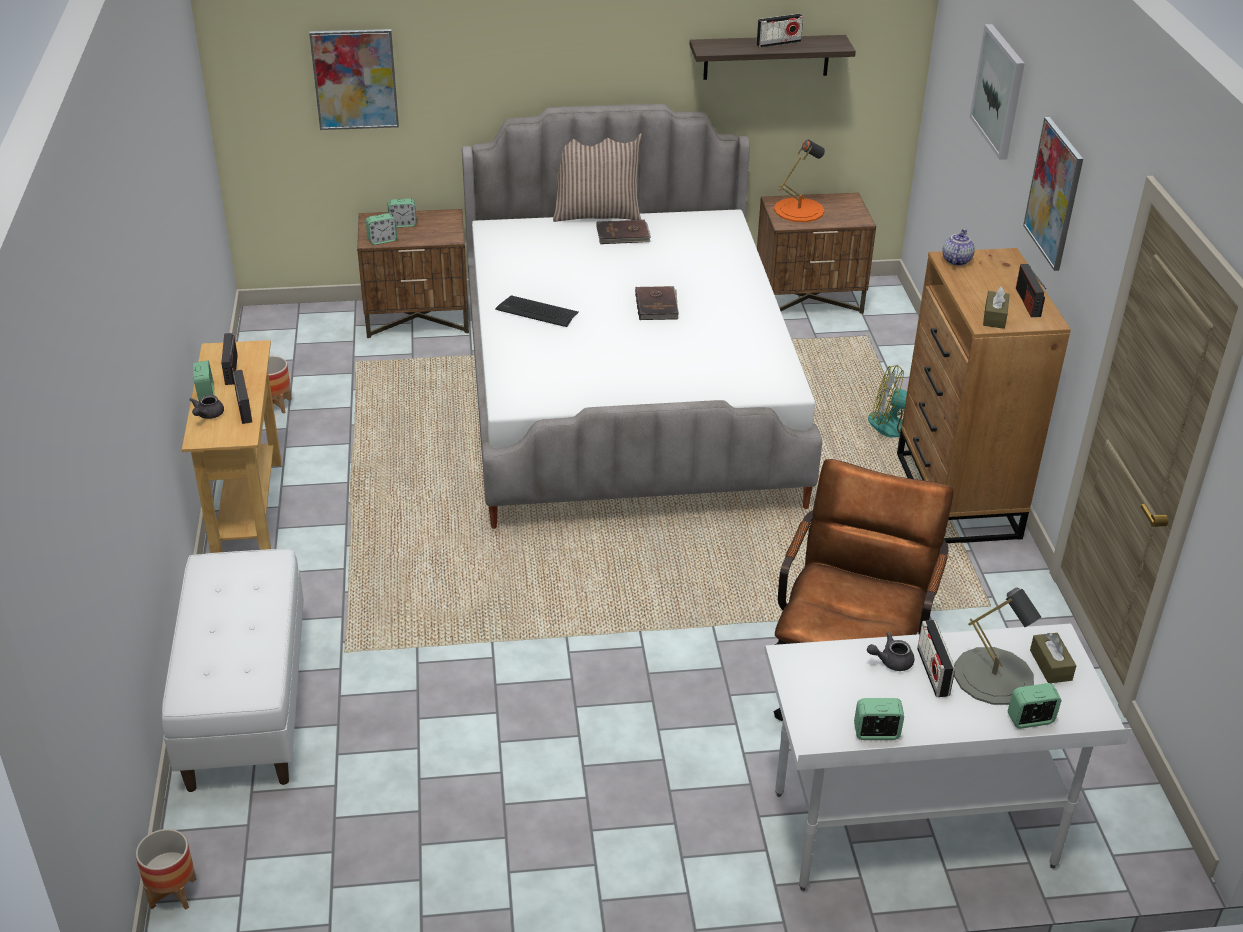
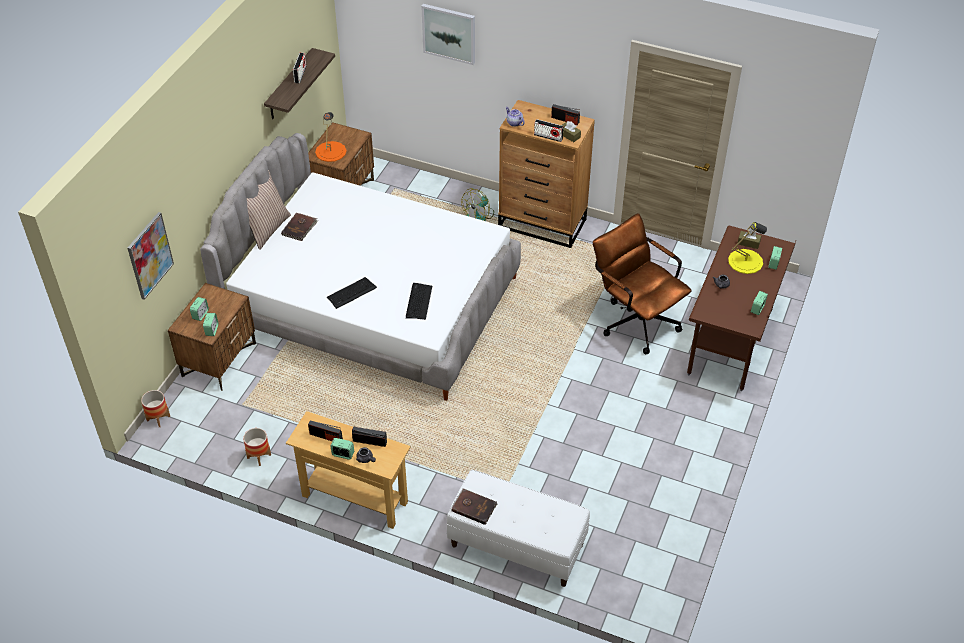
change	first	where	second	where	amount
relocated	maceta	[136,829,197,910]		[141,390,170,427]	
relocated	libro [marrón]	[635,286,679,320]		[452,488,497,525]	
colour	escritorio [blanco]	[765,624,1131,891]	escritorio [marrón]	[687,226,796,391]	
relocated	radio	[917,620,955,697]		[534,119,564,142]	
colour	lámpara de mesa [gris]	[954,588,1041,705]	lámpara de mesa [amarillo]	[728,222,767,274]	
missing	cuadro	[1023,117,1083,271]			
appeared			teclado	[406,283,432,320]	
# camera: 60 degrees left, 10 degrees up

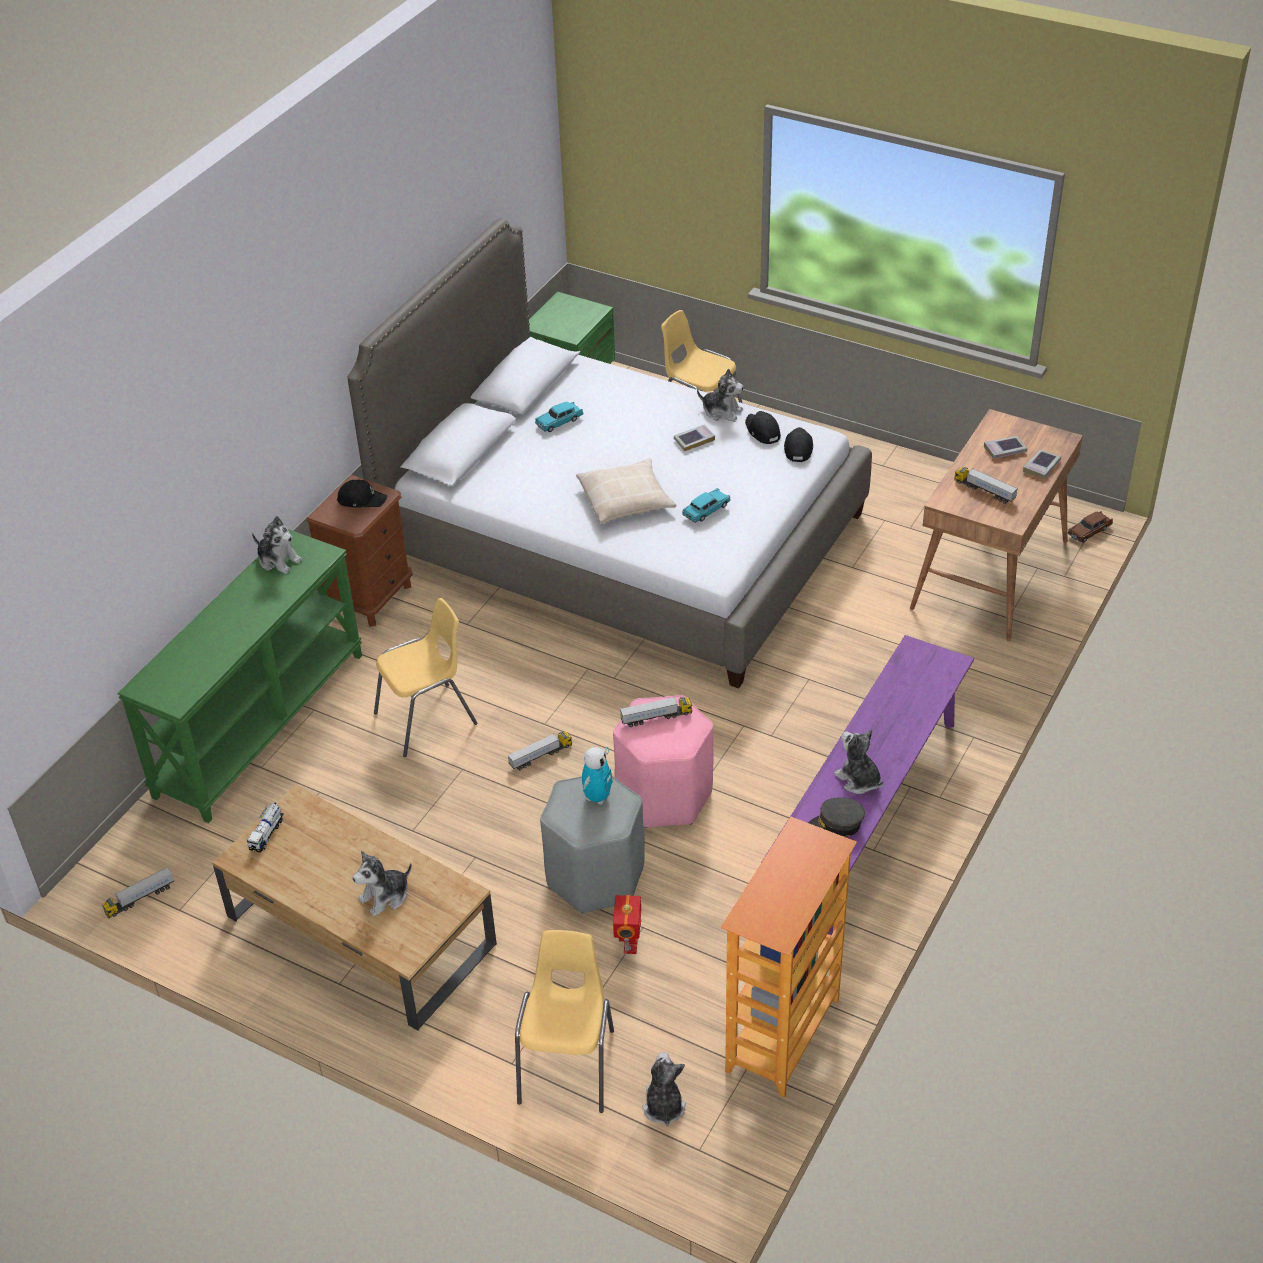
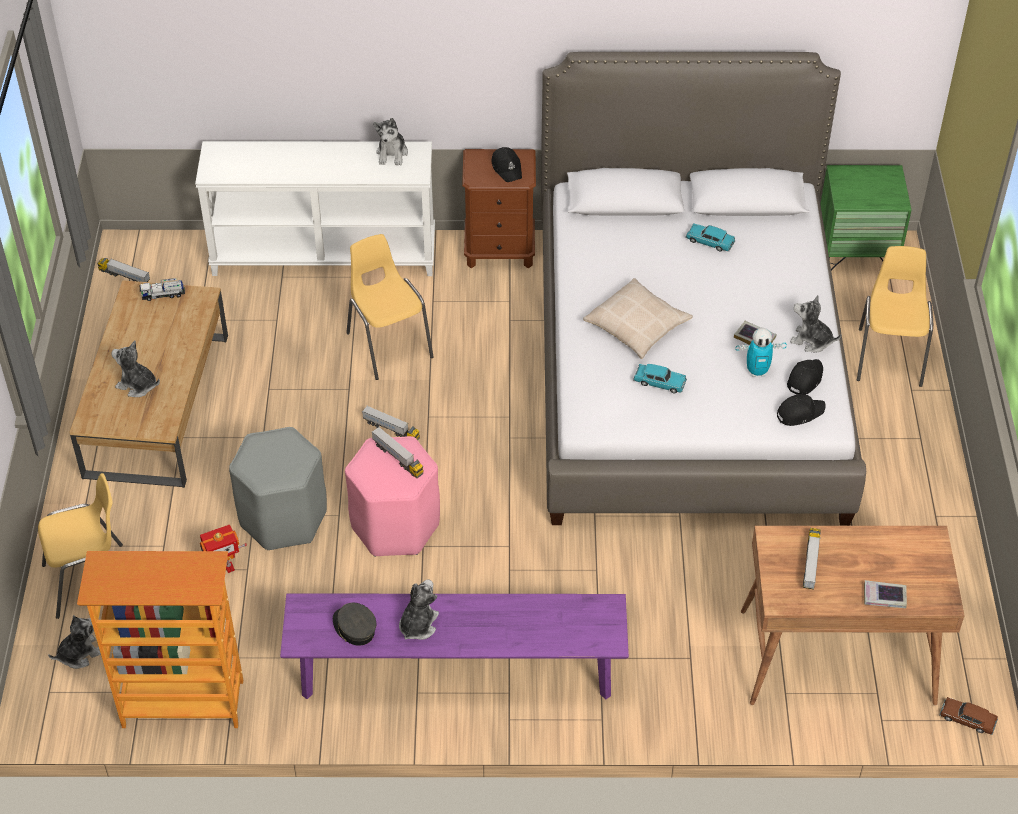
change	first	where	second	where	amount
colour	mesa consola [verde]	[117,529,362,823]	mesa consola [blanco]	[195,141,435,276]	
spun	silla [amarillo]	[374,598,477,757]		[346,234,434,380]	150 degrees counterclockwise
relocated	robot de juguete	[582,747,613,804]		[735,328,787,377]	
spun	peluche	[697,368,744,422]		[790,295,841,353]	120 degrees clockwise
missing	libro	[984,436,1027,459]			
# camera: 60 degrees right, 5 degrees up

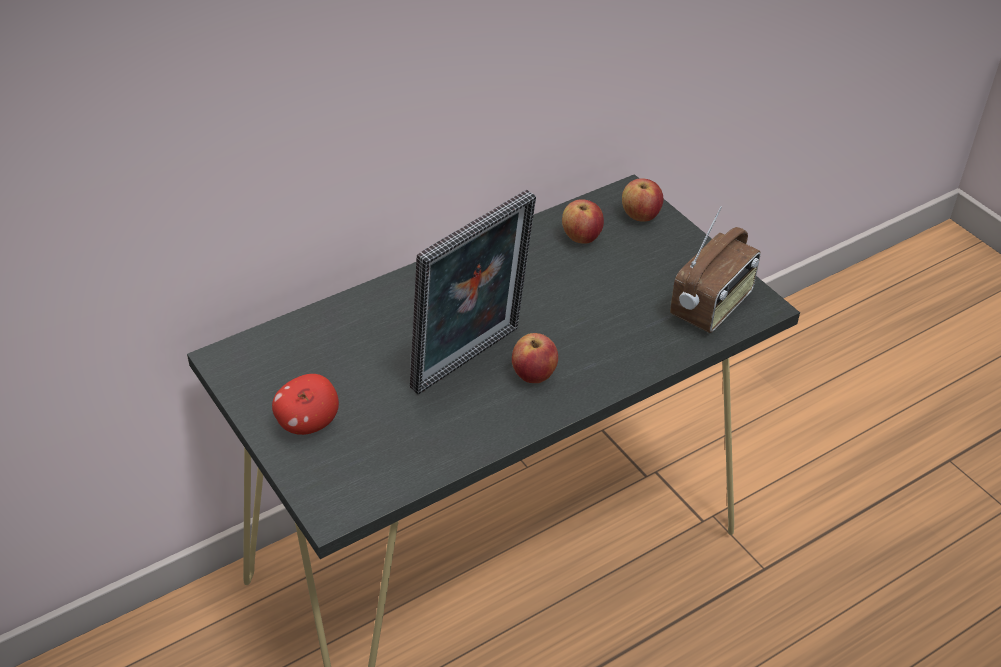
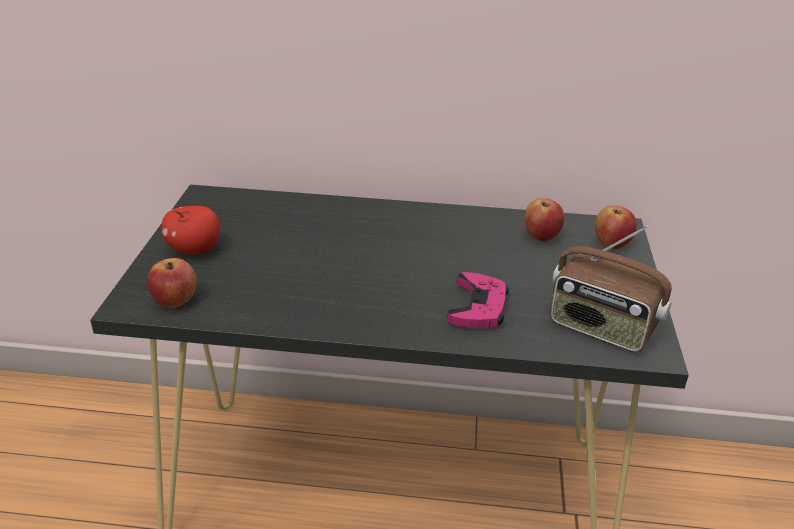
change	first	where	second	where	amount
missing	portarretratos	[410,190,536,395]			
relocated	manzana	[512,333,558,383]		[147,258,197,308]	
spun	radio	[670,206,760,333]		[550,226,672,352]	45 degrees clockwise
appeared			mando de consola [rosa]	[447,272,509,328]	
# camera: 40 degrees right, 10 degrees down

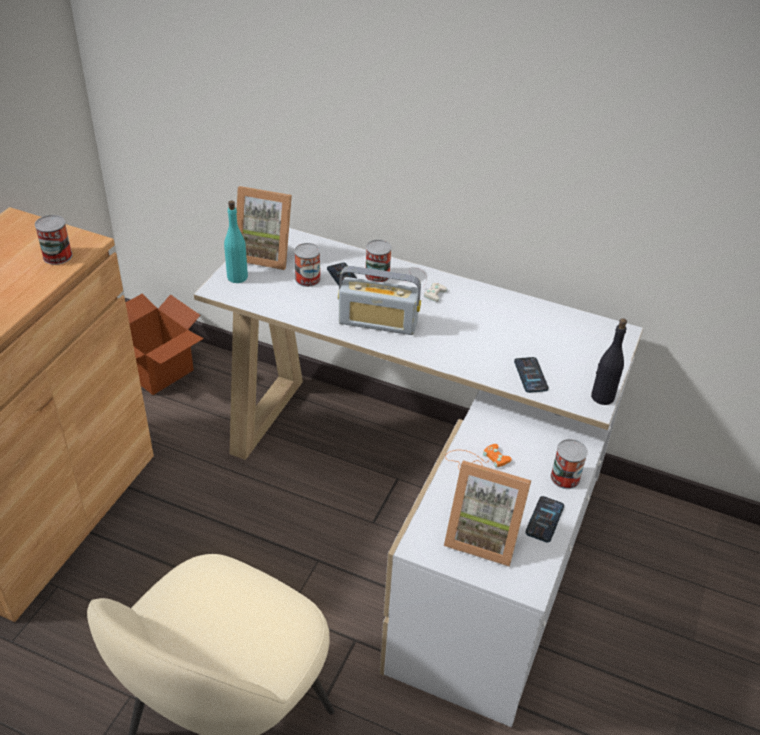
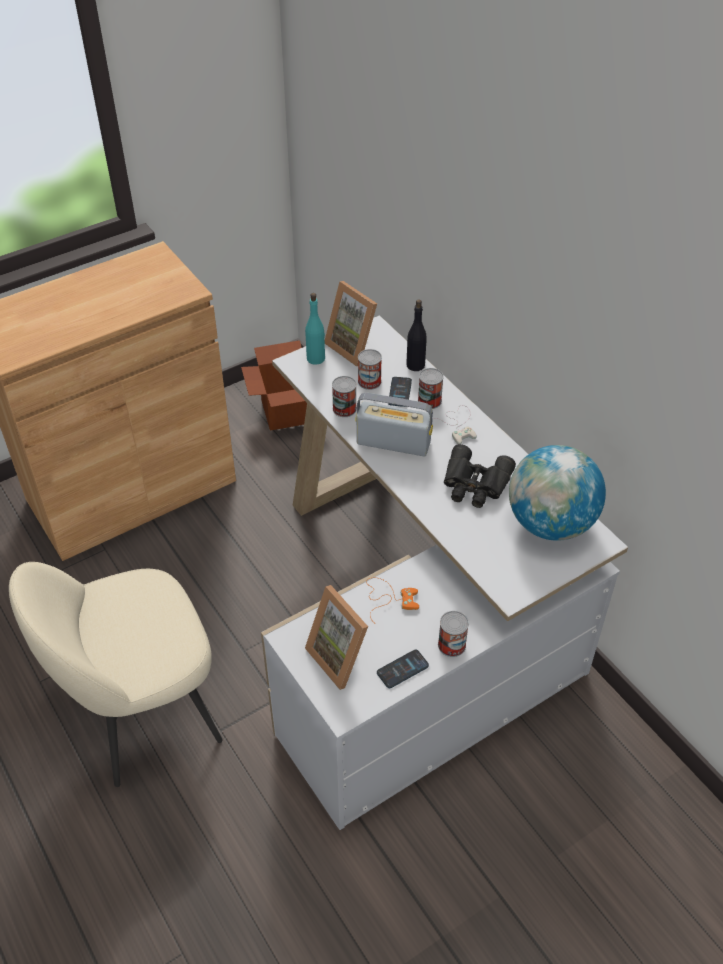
change	first	where	second	where	amount
relocated	lata	[35,215,73,265]		[332,376,357,417]	
spun	radio	[338,266,421,335]		[355,393,433,456]	150 degrees clockwise
missing	móvil	[514,357,548,393]			
relocated	botella [negro]	[591,318,627,405]		[406,299,427,371]	
appeared			prismáticos [negro]	[444,444,516,508]	
appeared			globo terráqueo	[509,445,606,541]	
# camera: 35 degrees right, 5 degrees up

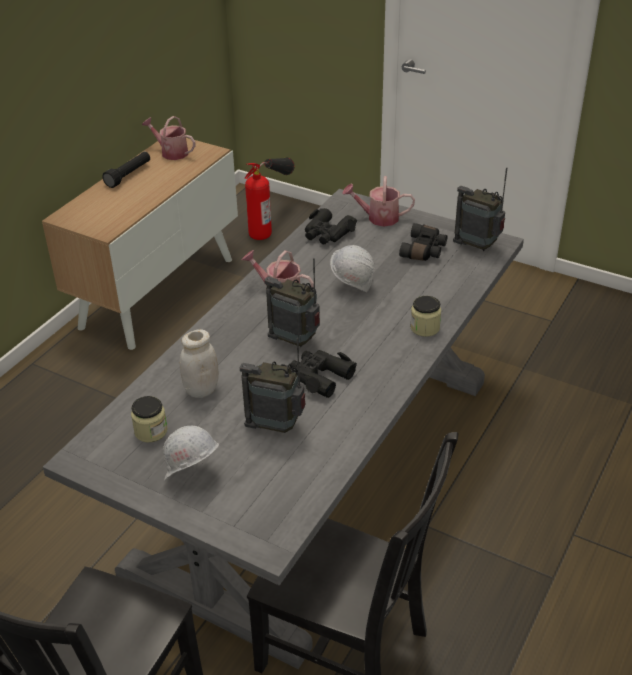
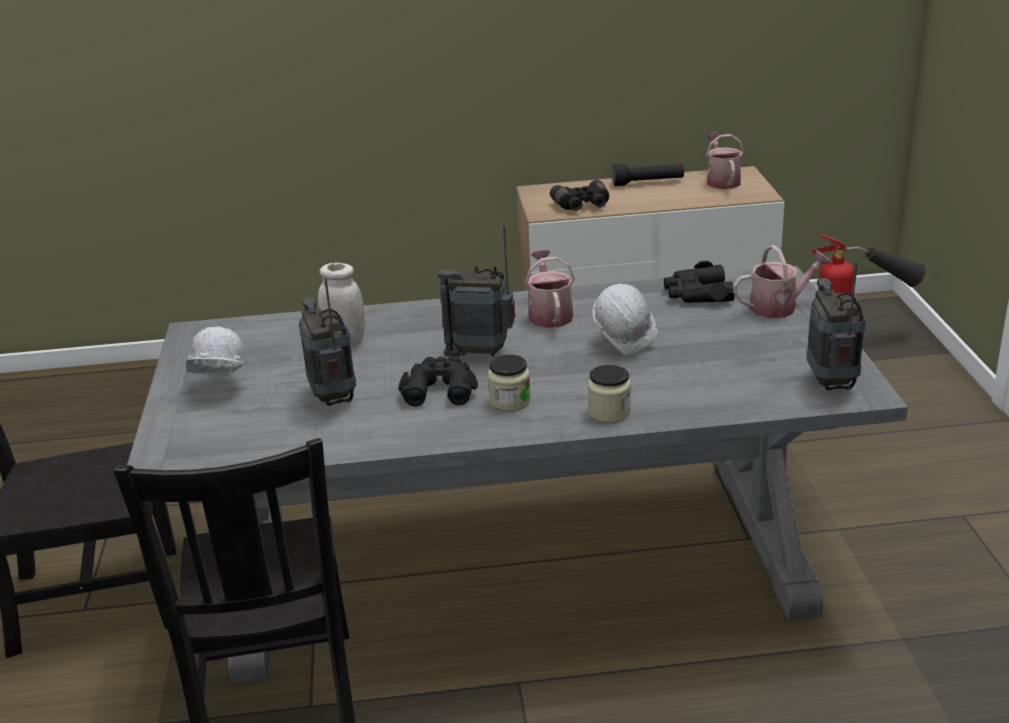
change	first	where	second	where	amount
relocated	tarro	[131,396,168,442]		[488,354,531,412]	
spun	radio	[264,258,320,347]		[438,226,515,357]	75 degrees counterclockwise
spun	regadera	[342,176,415,227]		[733,245,832,318]	105 degrees clockwise
relocated	prismáticos [negro]	[399,223,447,261]		[550,180,609,211]	
# camera: 55 degrees right, 10 degrees down

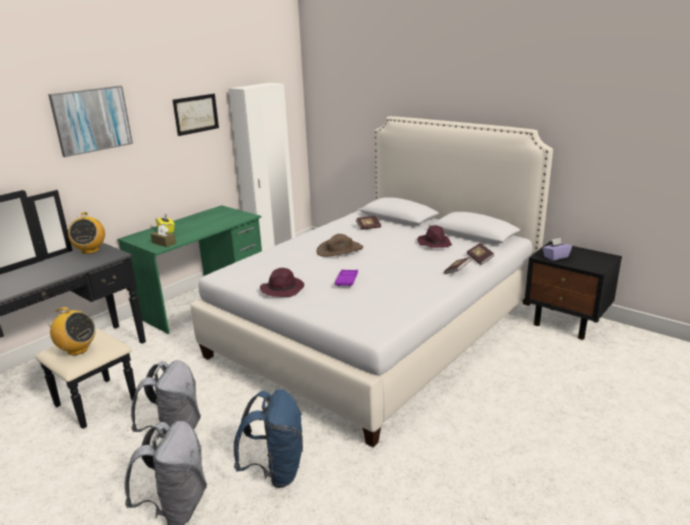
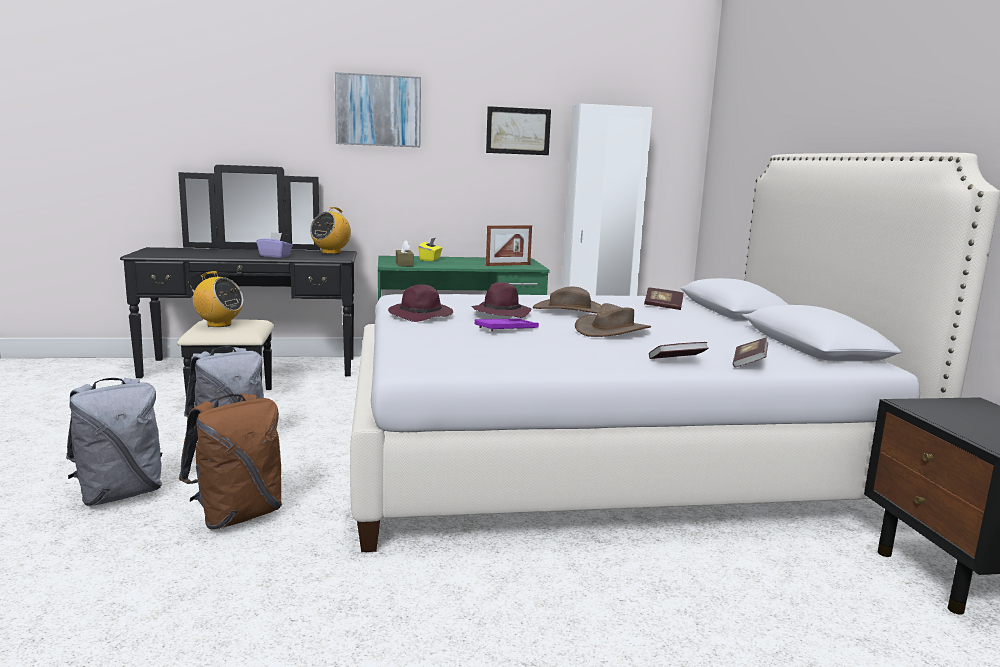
change	first	where	second	where	amount
spun	radio	[46,307,96,355]		[187,271,243,327]	45 degrees counterclockwise
colour	mochila [azul]	[234,389,303,488]	mochila [marrón]	[179,393,282,529]	
relocated	sombrero [morado]	[417,225,452,248]		[472,282,531,318]	
relocated	caja de pañuelos [morado]	[542,238,572,261]		[256,232,293,258]	
appeared			portarretratos	[486,225,532,266]	
appeared			sombrero [marrón]	[575,303,651,337]	
# camera: 40 degrees right, 10 degrees down

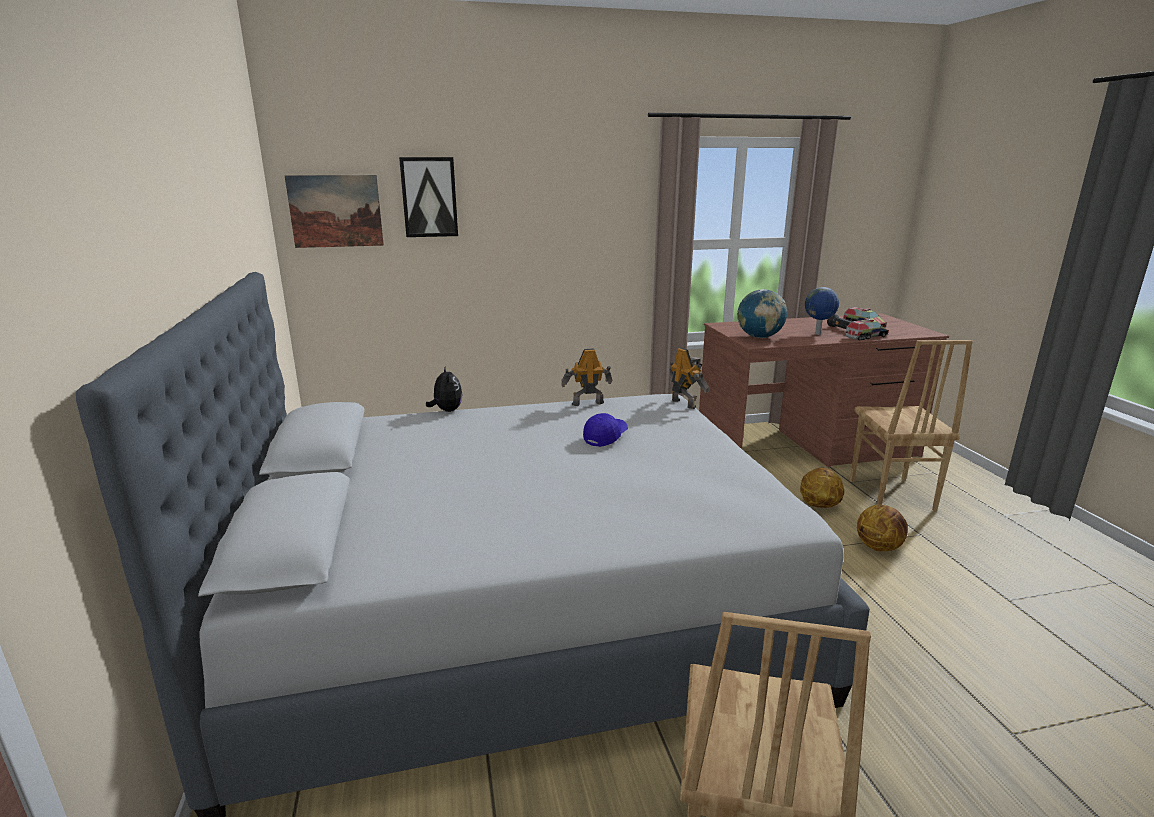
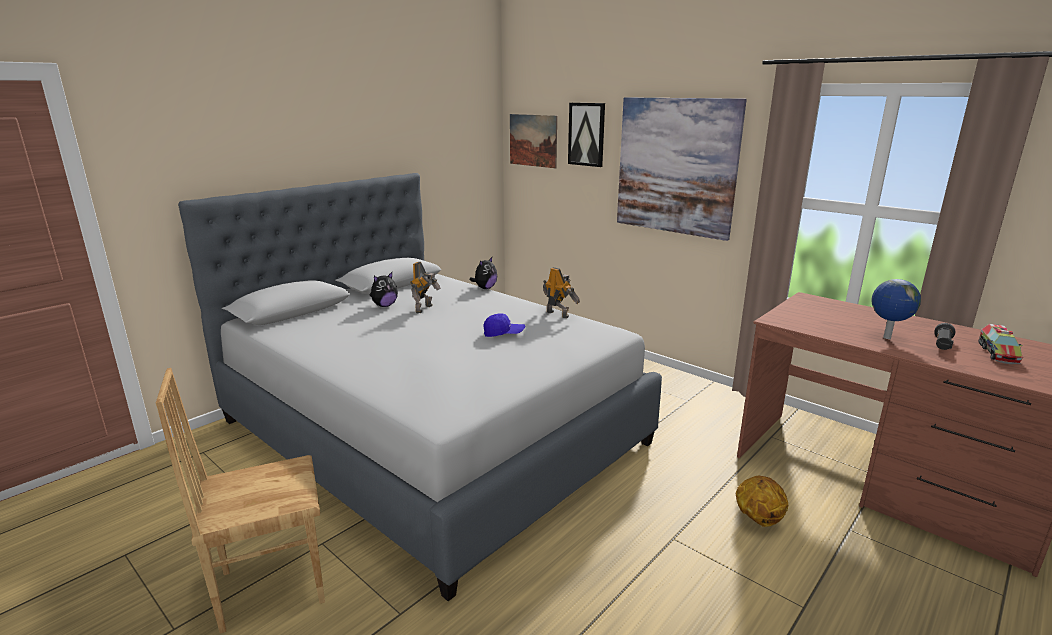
change	first	where	second	where	amount
relocated	robot de juguete	[669,347,710,409]		[410,262,441,313]	
missing	globo terráqueo	[737,289,787,338]			
missing	camión de juguete	[845,318,889,341]			
missing	silla [marrón]	[850,340,973,511]			
missing	balón de baloncesto	[857,505,908,551]			
appeared			peluche	[369,272,398,307]	
appeared			cuadro	[617,97,747,241]	
# camera: 55 degrees right, 0 degrees up

